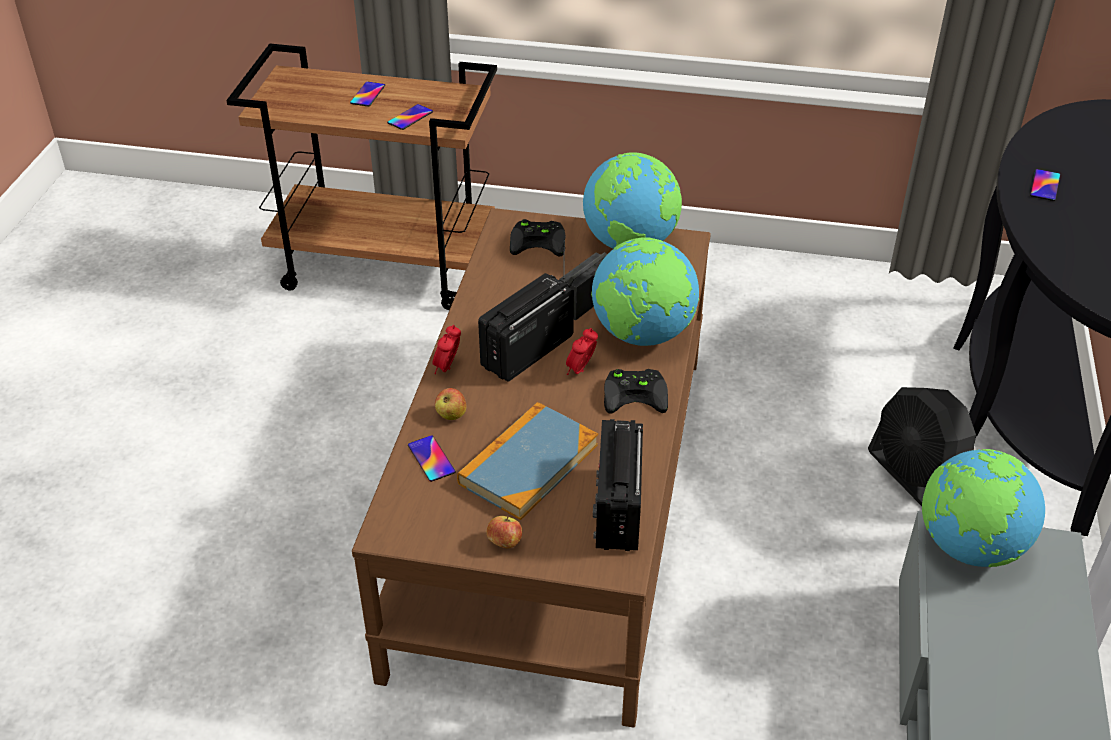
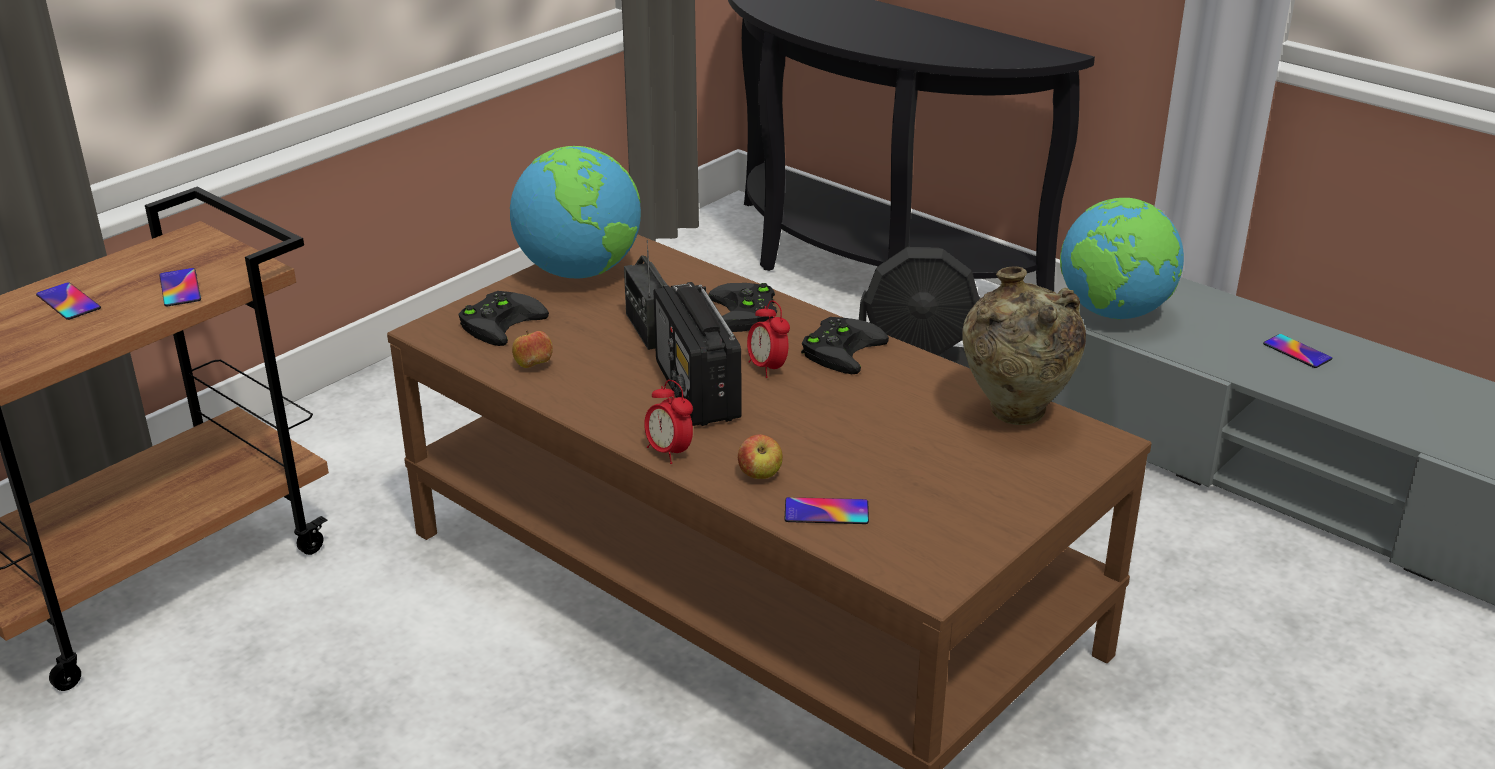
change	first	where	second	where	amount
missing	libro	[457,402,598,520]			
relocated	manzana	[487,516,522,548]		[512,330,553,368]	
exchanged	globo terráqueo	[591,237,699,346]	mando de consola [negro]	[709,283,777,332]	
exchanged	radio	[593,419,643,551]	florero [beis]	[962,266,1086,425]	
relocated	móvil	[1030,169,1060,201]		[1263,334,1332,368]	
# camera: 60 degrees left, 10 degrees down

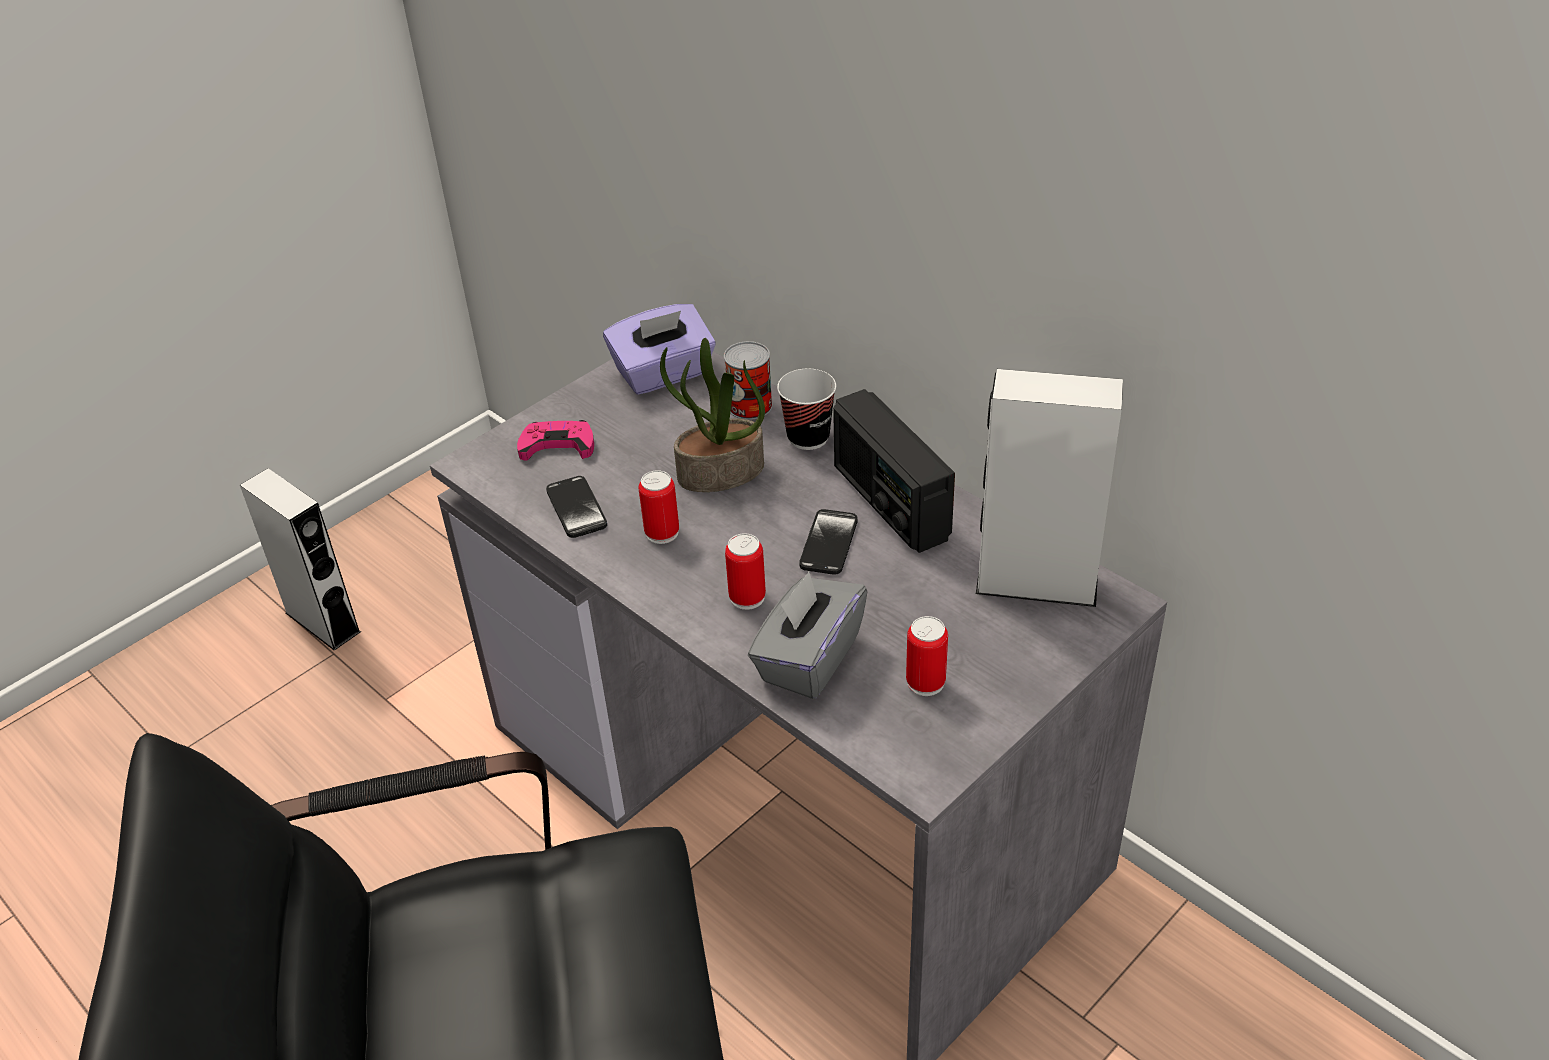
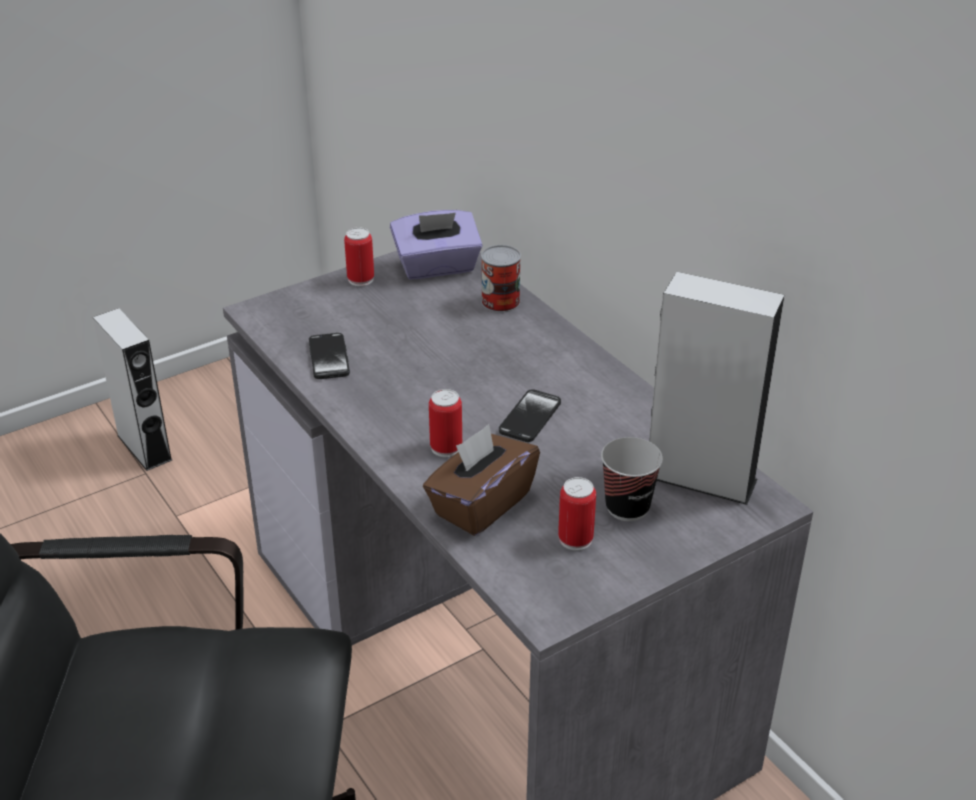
change	first	where	second	where	amount
missing	mando de consola [rosa]	[517,420,594,460]			
relocated	lata	[639,470,679,544]		[344,227,374,286]	
missing	planta en maceta	[660,338,765,492]			
colour	caja de pañuelos [gris]	[748,572,868,699]	caja de pañuelos [marrón]	[423,424,540,536]	
relocated	taza	[777,369,836,450]		[601,437,663,521]	
missing	radio	[833,389,955,553]			
# camera: 10 degrees right, 5 degrees down

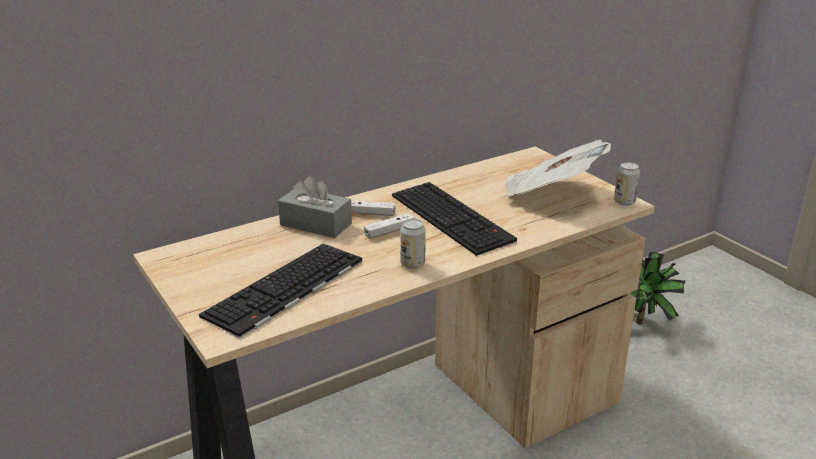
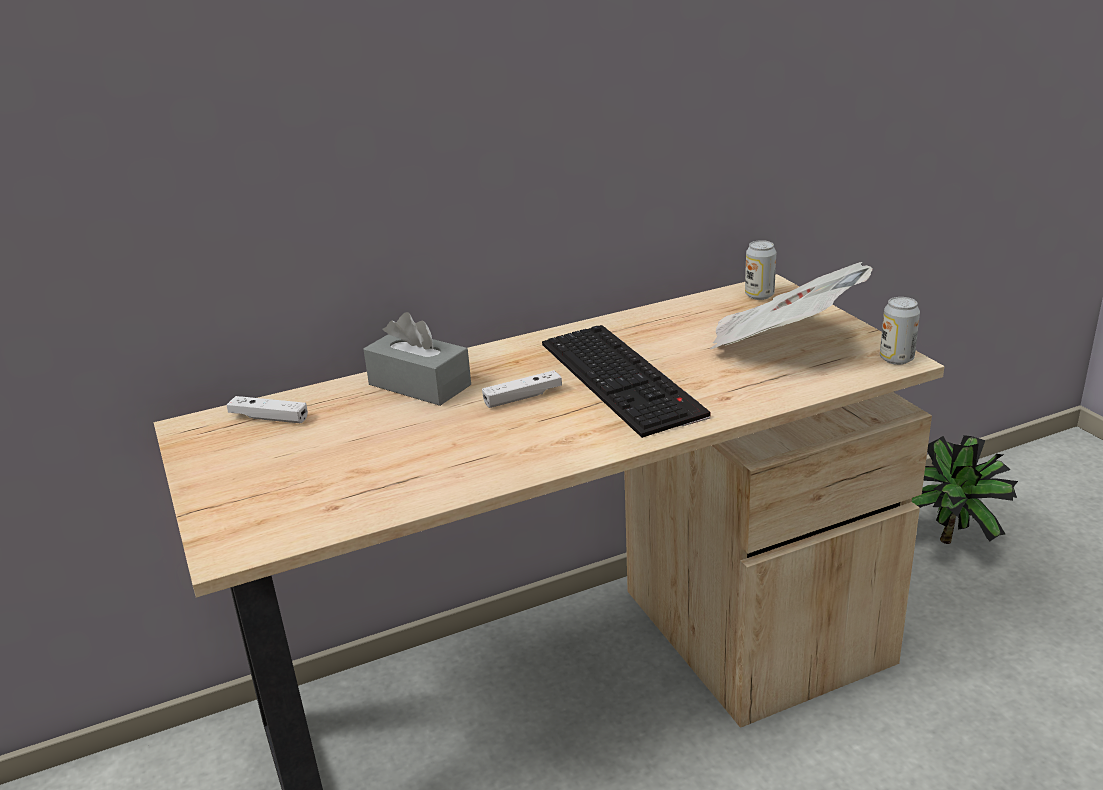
change	first	where	second	where	amount
missing	teclado	[199,244,362,338]			
relocated	mando de consola [blanco]	[351,200,396,216]		[227,396,308,423]	
relocated	lata	[400,219,426,269]		[745,240,776,300]	
# camera: 10 degrees right, 0 degrees up

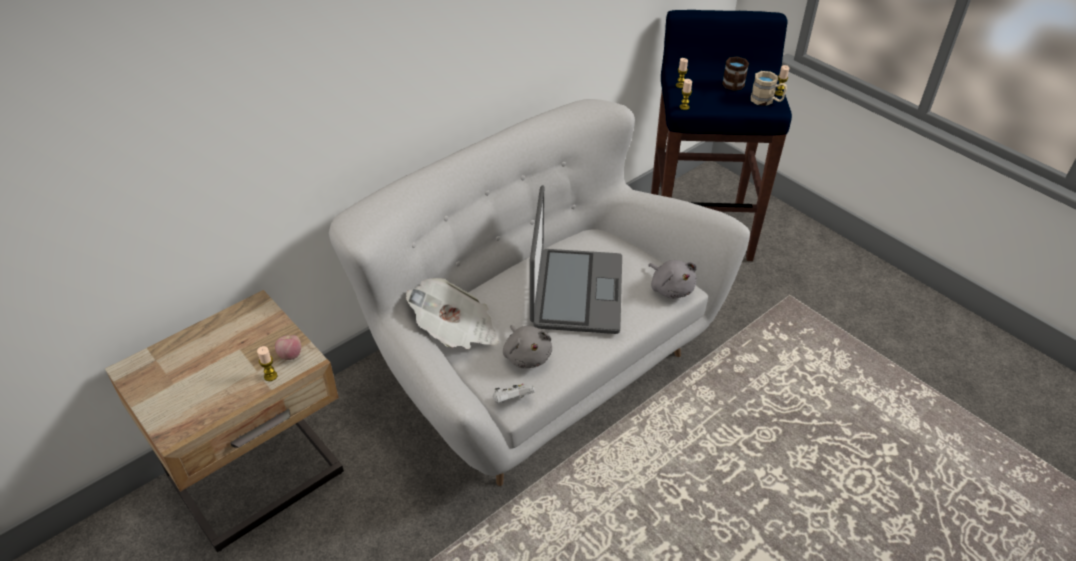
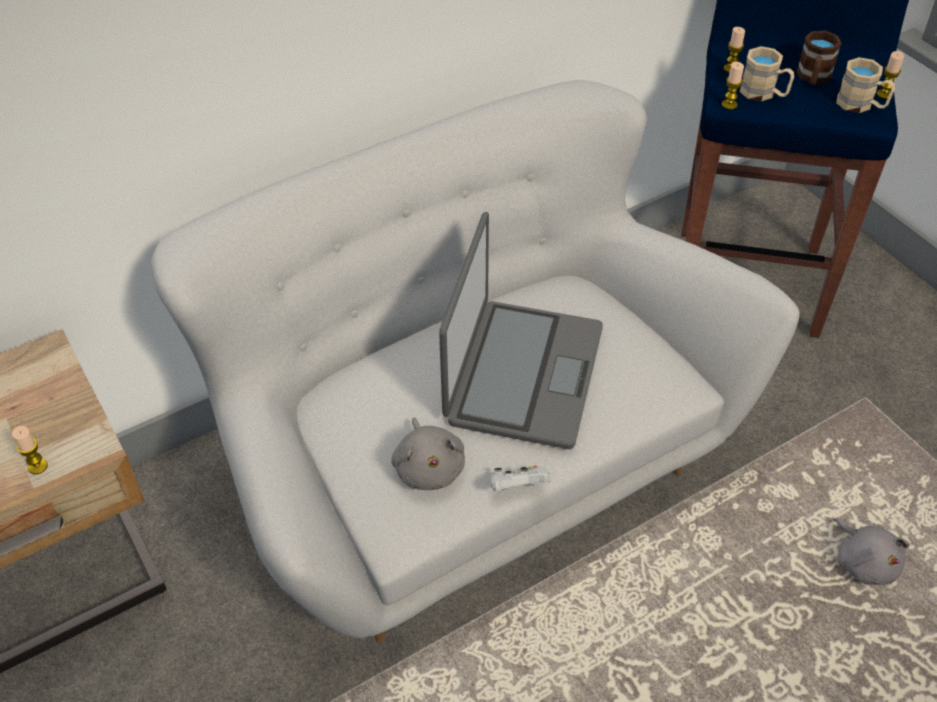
change	first	where	second	where	amount
missing	manzana	[275,335,301,360]			
missing	periódico	[406,278,499,349]			
relocated	mando de consola [blanco]	[493,384,535,403]		[490,466,551,491]	
relocated	peluche [gris]	[648,260,697,299]		[833,518,910,585]	
appeared			taza grande [beis]	[740,46,794,101]	
# camera: 10 degrees right, 5 degrees up

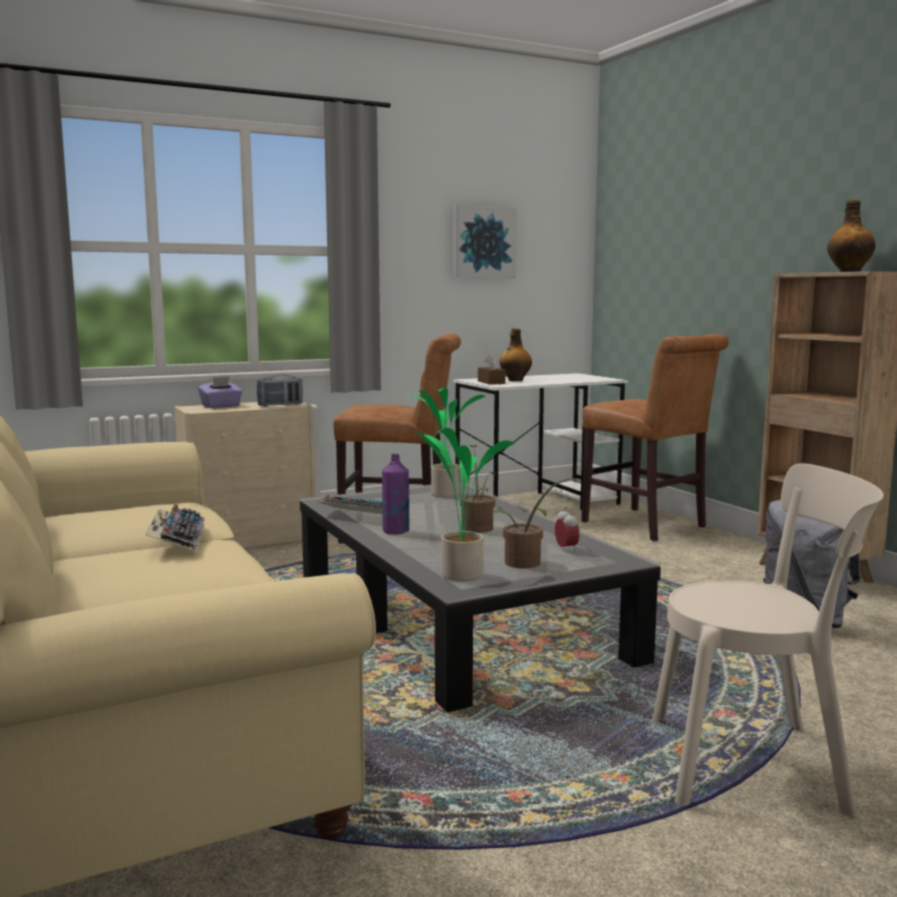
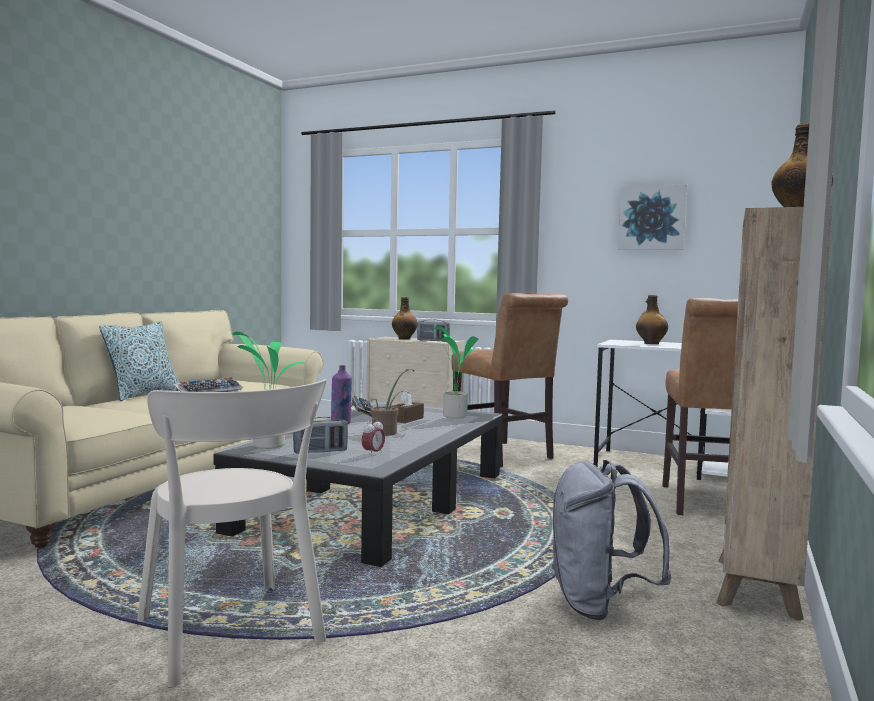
change	first	where	second	where	amount
exchanged	caja de pañuelos [morado]	[198,377,243,408]	botella	[392,297,418,339]	
relocated	caja de pañuelos [marrón]	[478,355,505,385]		[391,390,424,423]	
exchanged	planta en maceta	[491,478,581,568]	radio	[293,417,348,454]	
appeared			cojín	[99,321,180,401]	
# camera: 50 degrees right, 5 degrees down

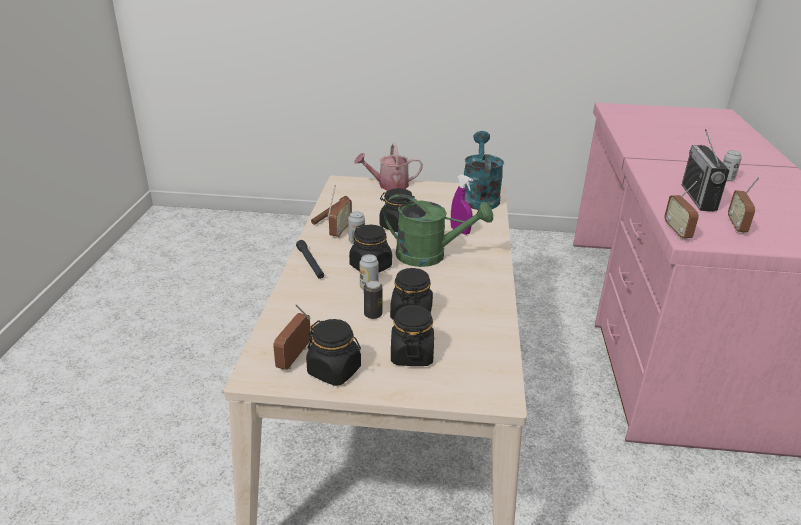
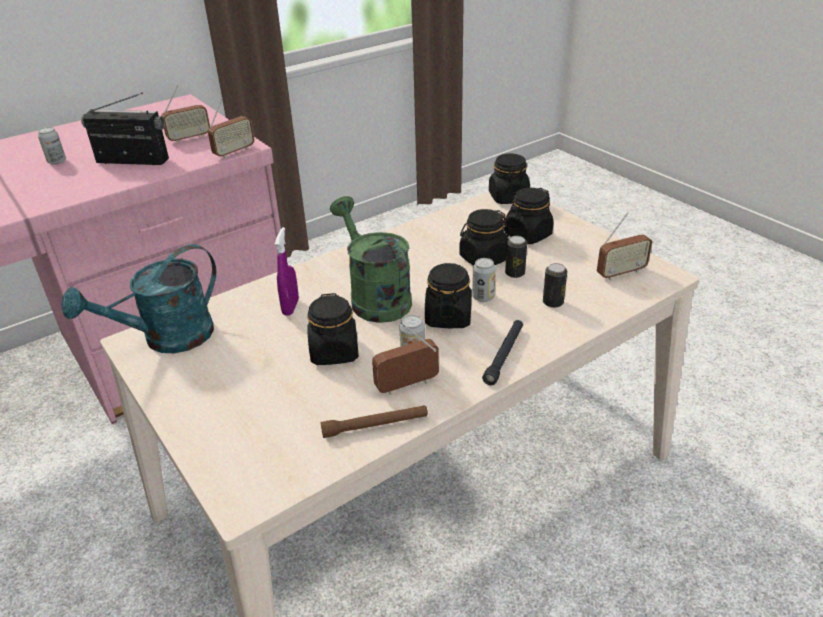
change	first	where	second	where	amount
relocated	tarro [negro]	[306,319,361,386]		[489,153,530,204]	
missing	regadera	[354,143,423,191]			
spun	radio	[682,129,730,211]		[81,92,169,166]	135 degrees counterclockwise
appeared			lata	[543,263,567,308]	
# camera: 130 degrees left, 5 degrees up

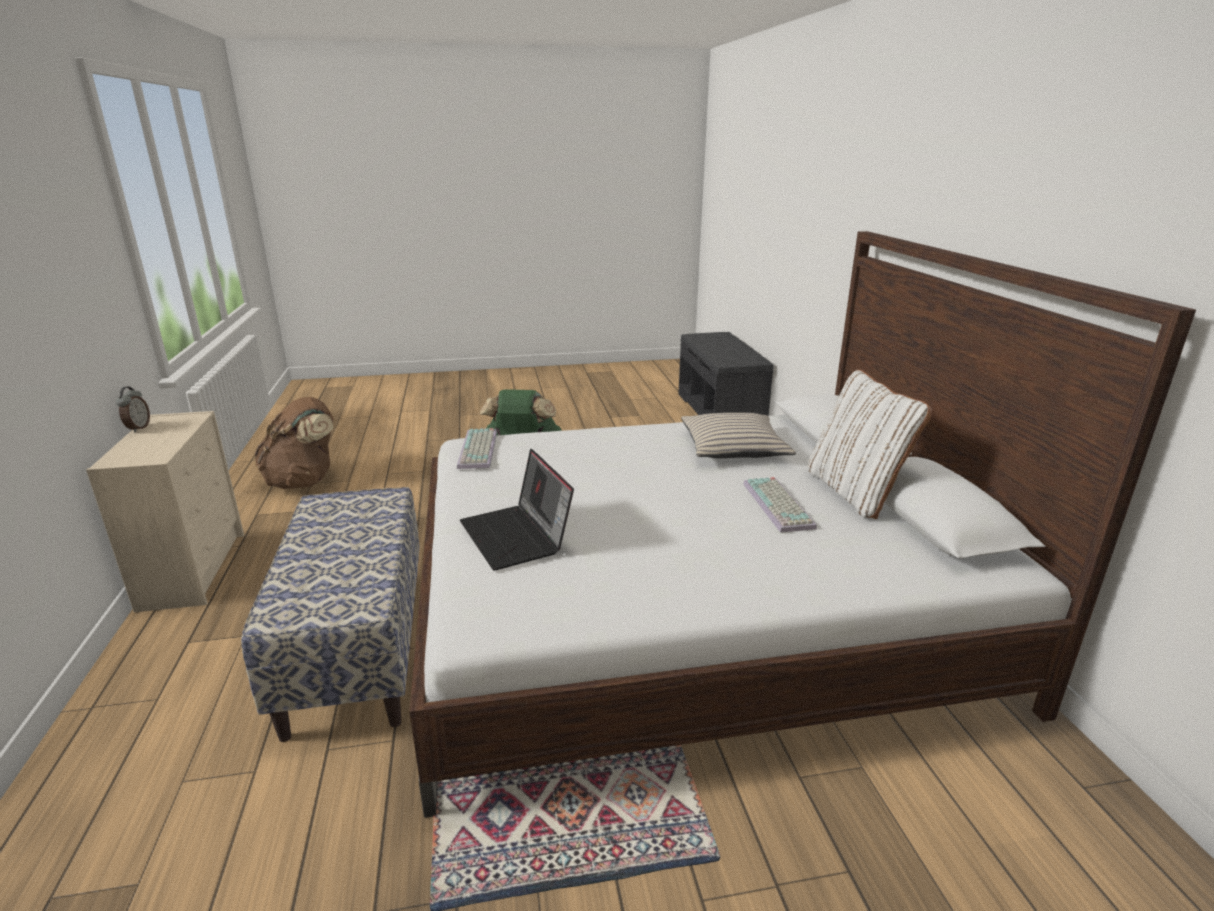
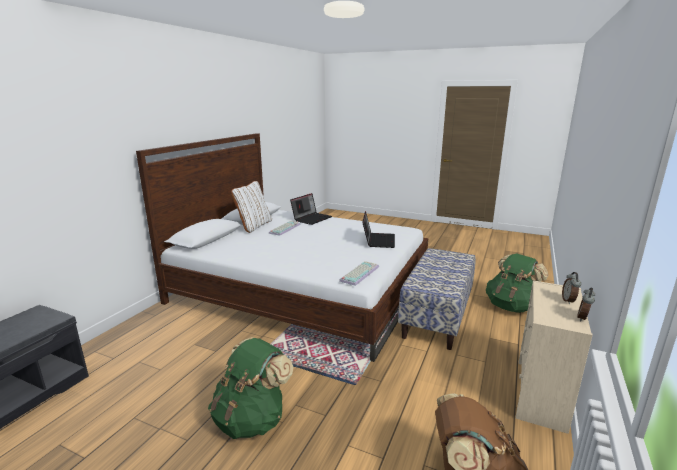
change	first	where	second	where	amount
missing	cojín [beis]	[681,413,796,458]			
appeared			portátil	[290,193,332,225]	
appeared			mochila [verde]	[486,253,549,313]	
appeared			despertador	[562,272,581,304]	
# camera: 145 degrees left, 5 degrees down

